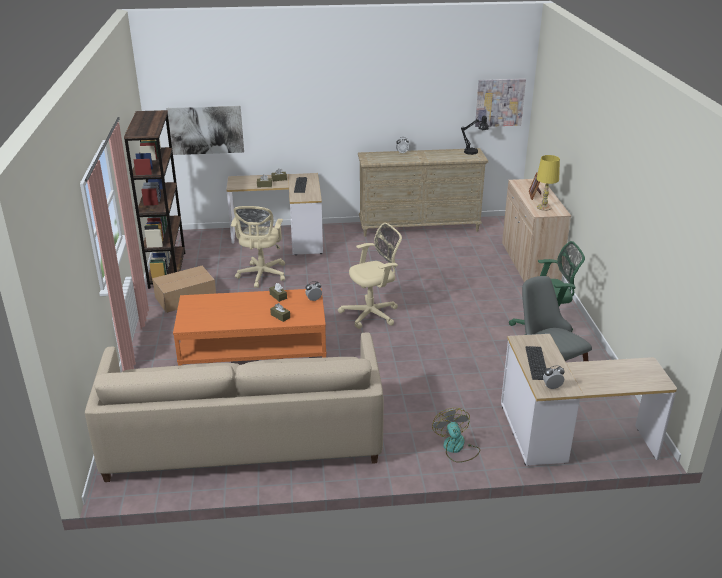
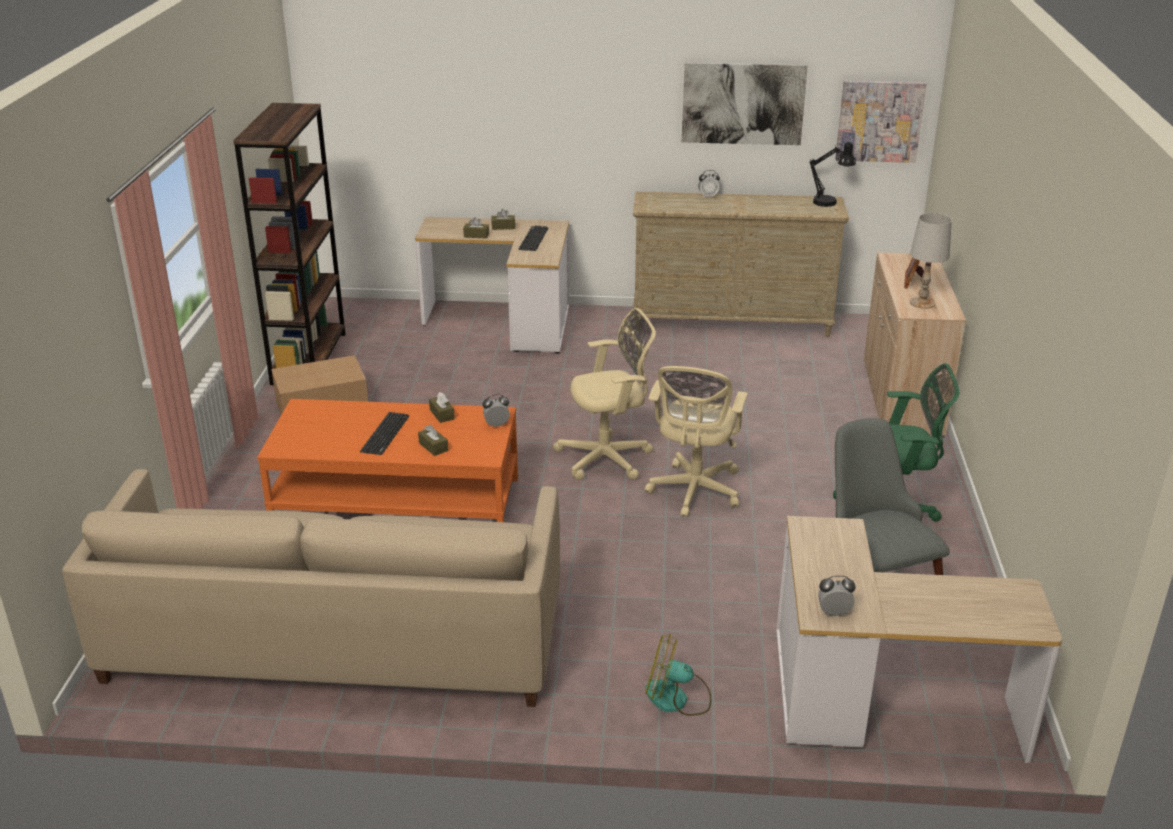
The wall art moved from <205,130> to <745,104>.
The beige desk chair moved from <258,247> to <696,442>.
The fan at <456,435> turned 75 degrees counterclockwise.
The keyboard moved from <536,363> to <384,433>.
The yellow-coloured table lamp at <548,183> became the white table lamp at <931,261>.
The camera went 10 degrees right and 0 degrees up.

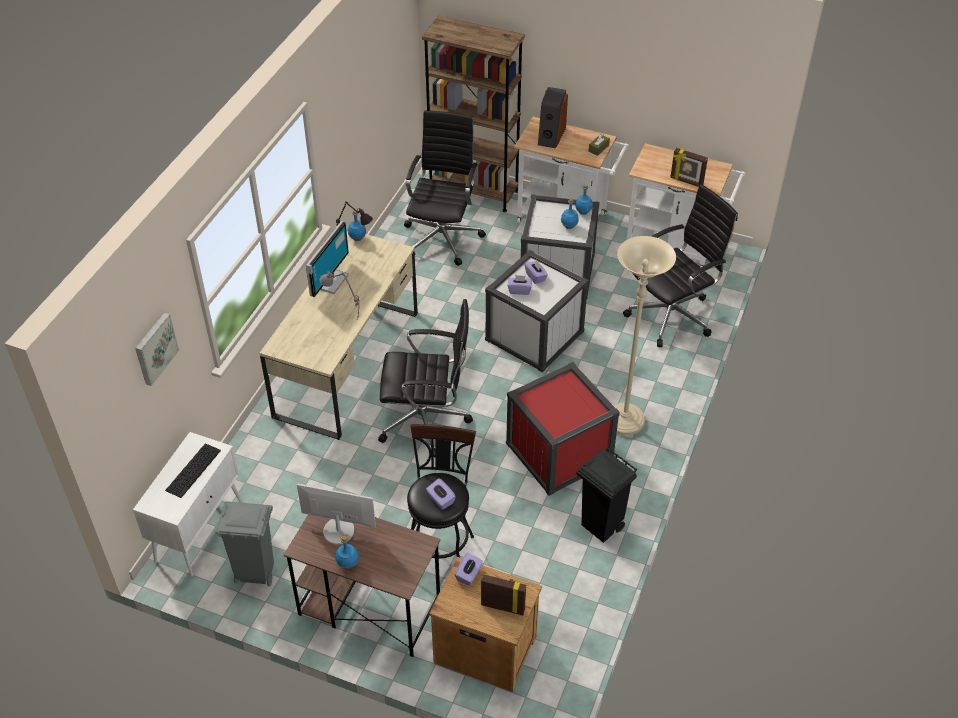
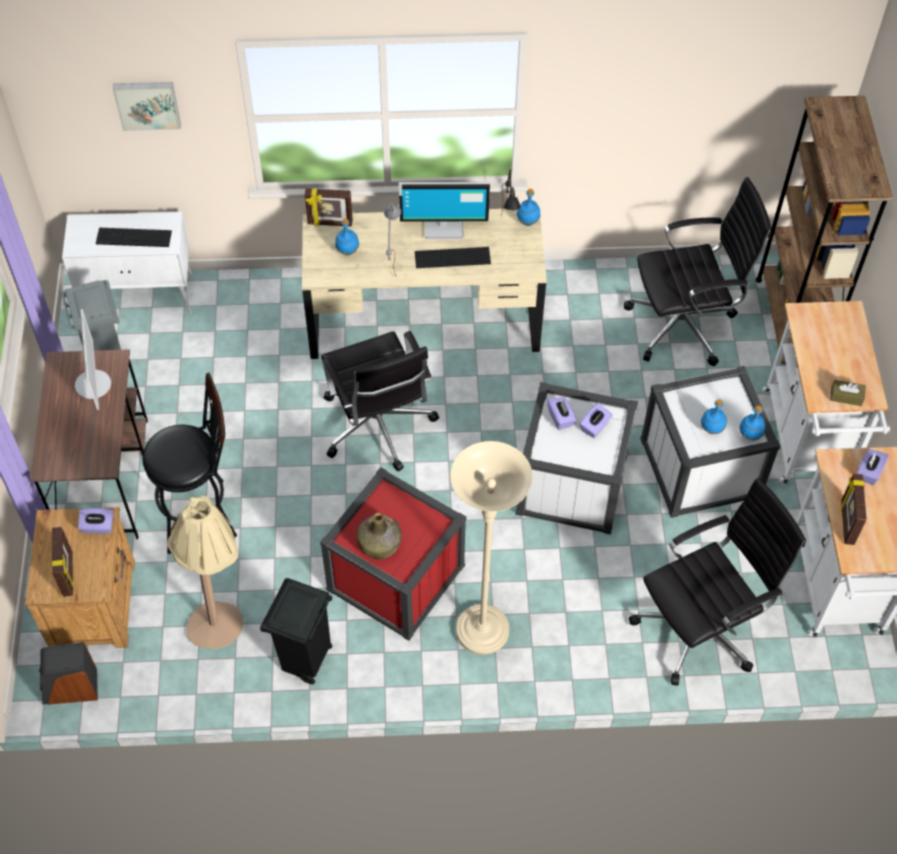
The bluish bottle moved from <347,552> to <347,236>.
The purple-coloured box of tissues moved from <441,494> to <873,467>.
The speaker moved from <553,117> to <68,673>.
The blackish desk chair at <680,265> turned 60 degrees counterclockwise.
The beige standing lamp at <205,572> appeared.
The picture frame at <329,207> appeared.
The greenish bottle at <379,536> appeared.
The keyboard at <453,257> appeared.
The camera went 65 degrees right and 10 degrees up.

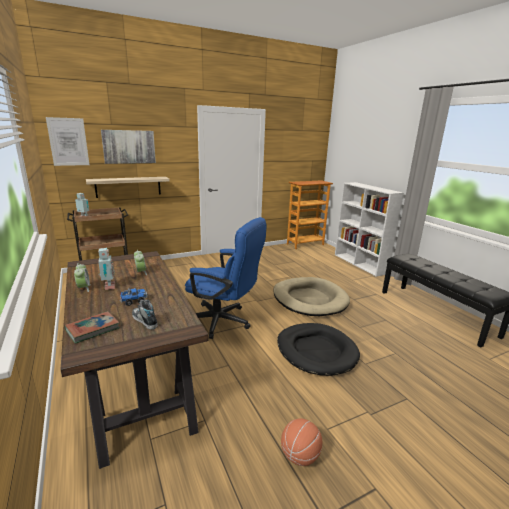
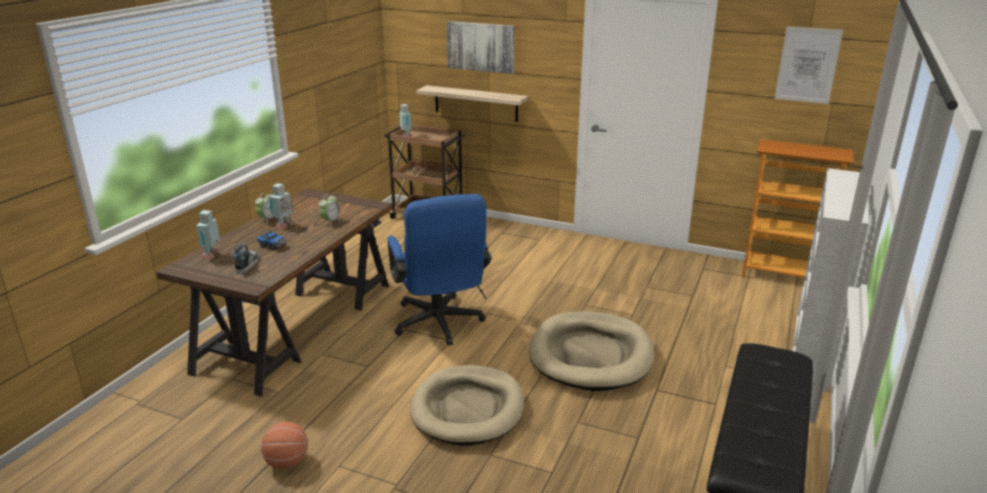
The wall art moved from <67,141> to <809,65>.
The bound book at <92,327> was replaced by the robot figure at <208,234>.
The blackish dog bed at <318,349> became the beige dog bed at <467,405>.
The camera went 50 degrees right and 5 degrees up.

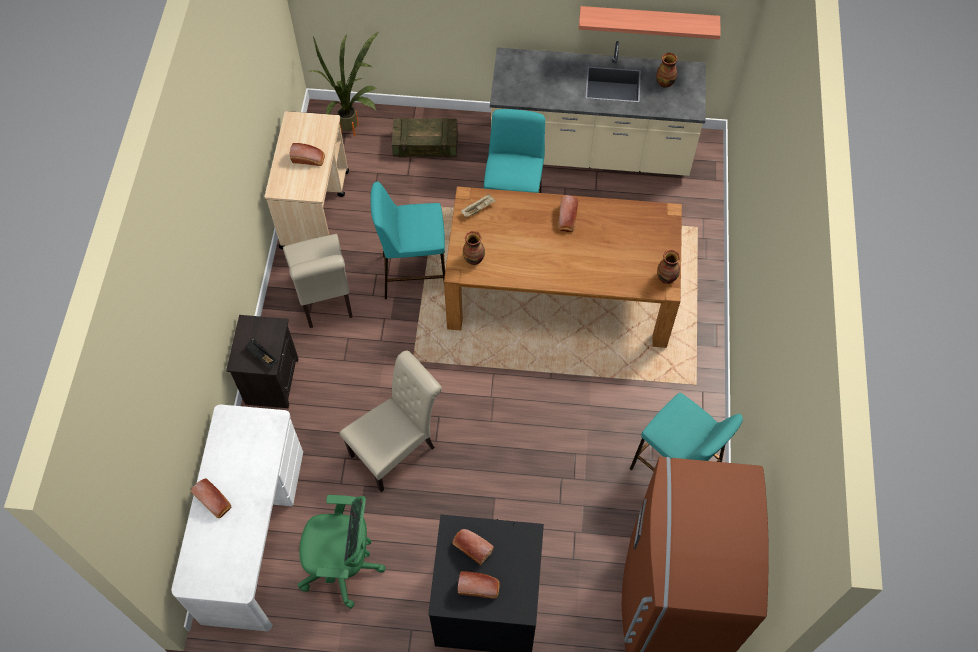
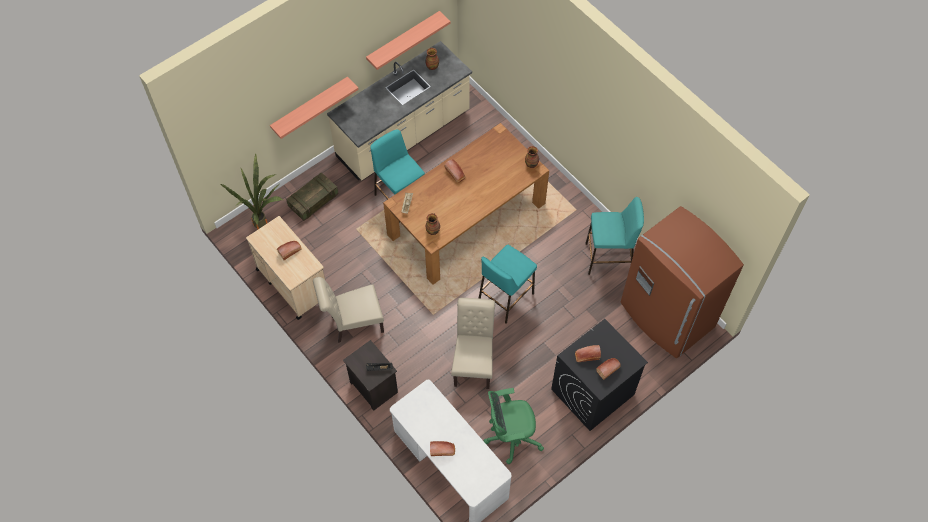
The beige plain chair at <318,281> turned 135 degrees clockwise.
The greenish desk chair at <341,552> turned 150 degrees counterclockwise.
The blue-green stool seat moved from <407,240> to <507,284>.
The bracket shelf at <314,107> appeared.
The camera went 45 degrees left and 0 degrees up.

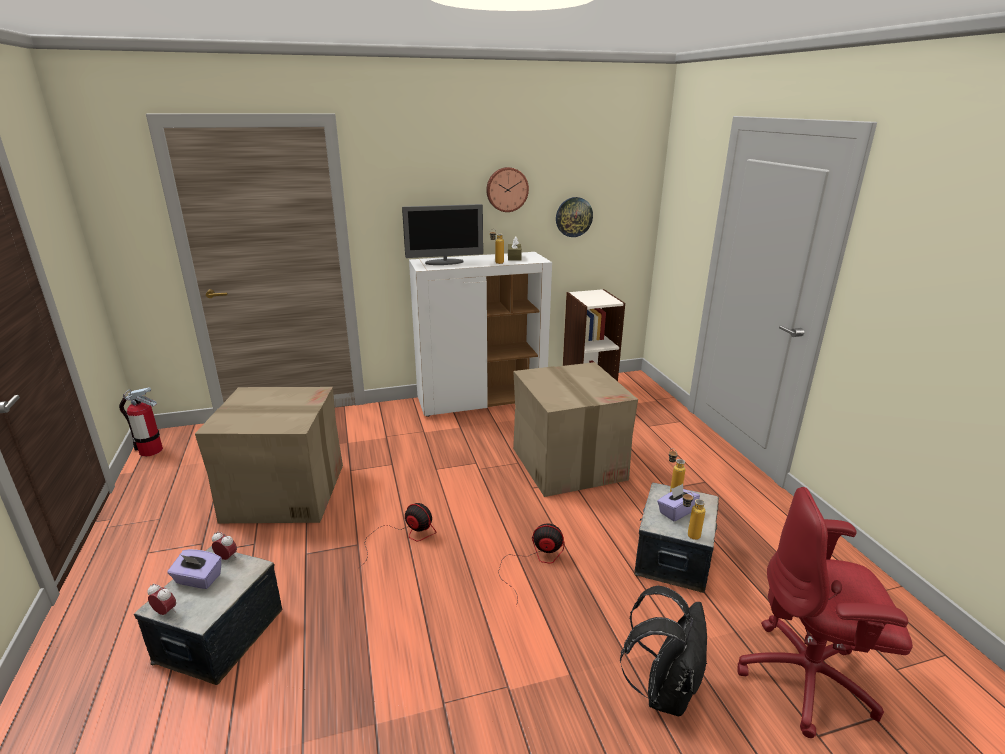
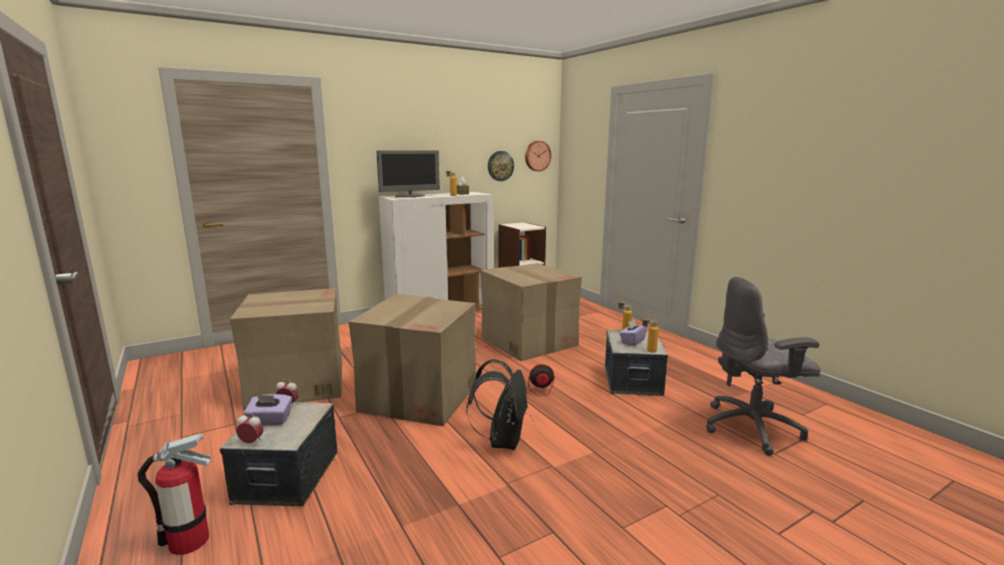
The fire-fighting cylinder moved from <141,422> to <174,494>.
The fan at <397,535> was replaced by the cardboard box at <412,360>.
The hanging clock moved from <507,189> to <538,156>.
The blackish knapsack moved from <663,651> to <497,405>.
The red desk chair at <825,612> became the gray desk chair at <763,366>.
The camera went 15 degrees left and 10 degrees down.

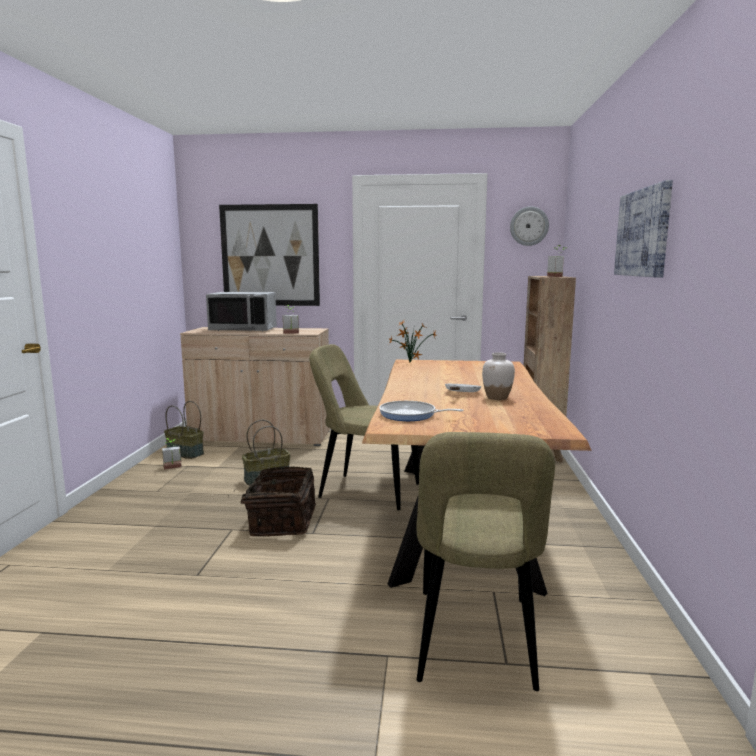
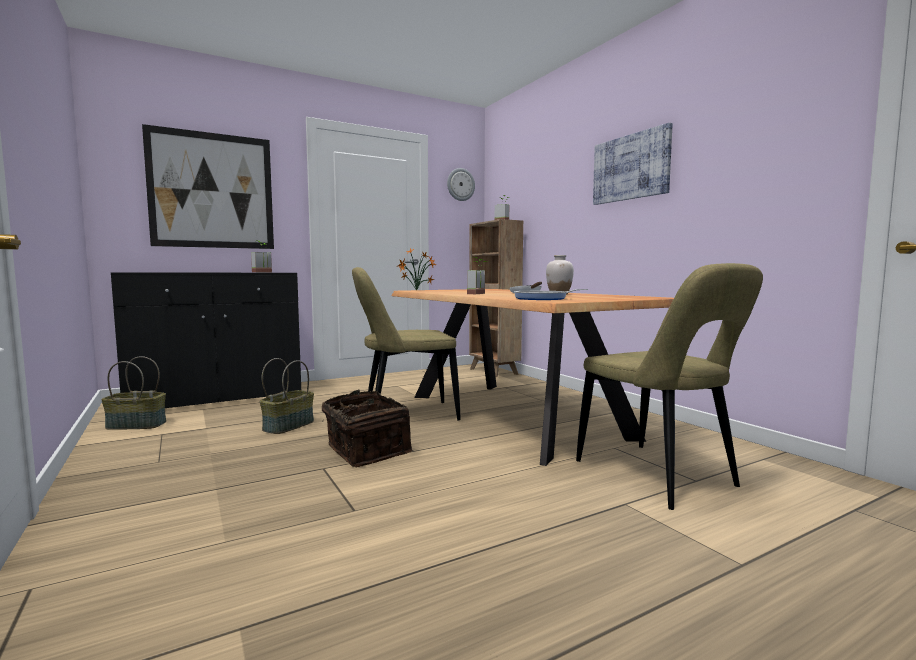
The plant in a pot moved from <172,454> to <476,275>.
The beige cupboard at <255,386> became the blackish cupboard at <206,340>.
The gray kitchen microwave at <241,311> disappeared.
The camera went 35 degrees left and 5 degrees down.

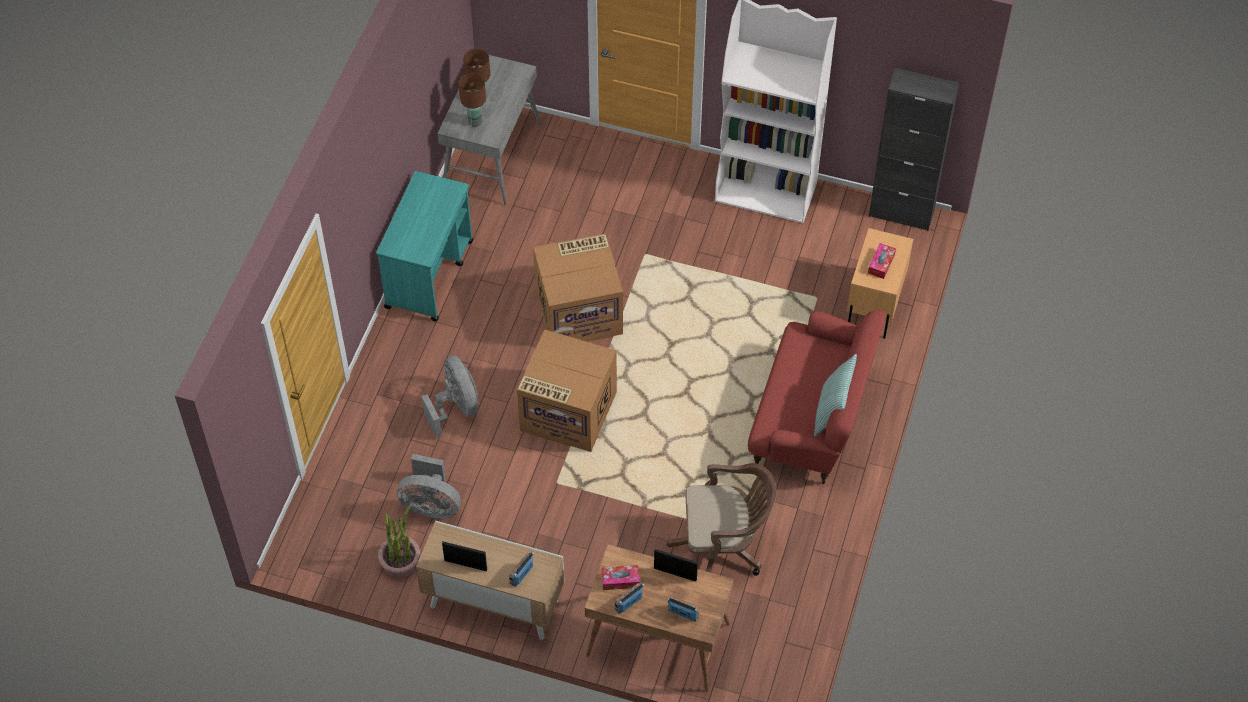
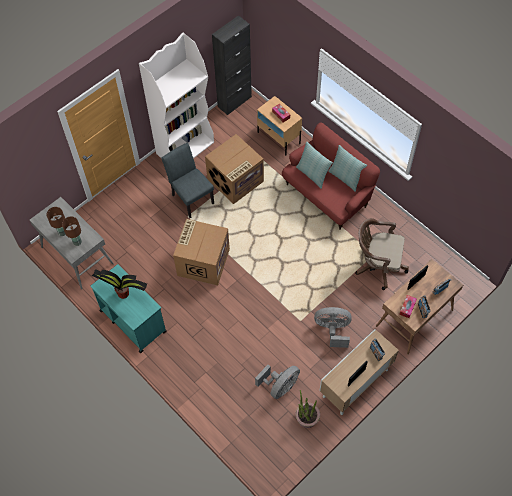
The gray fan moved from <450,397> to <333,327>.
The cardboard box moved from <567,390> to <234,169>.
The brown-coloured desk chair at <721,519> turned 105 degrees counterclockwise.
The plant in a pot at <119,284> appeared.
The gray plain chair at <188,180> appeared.
The pillow at <314,165> appeared.
The camera went 60 degrees left and 5 degrees up.

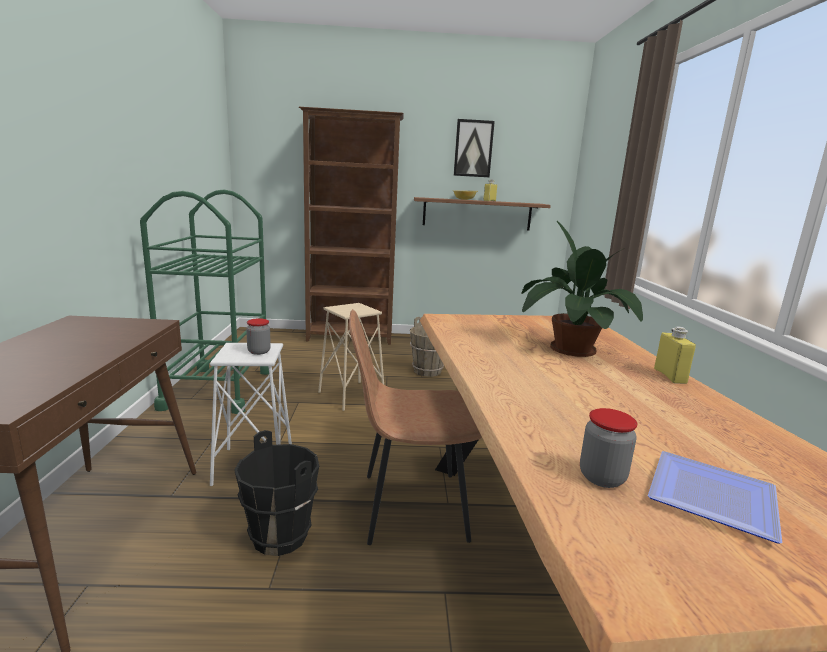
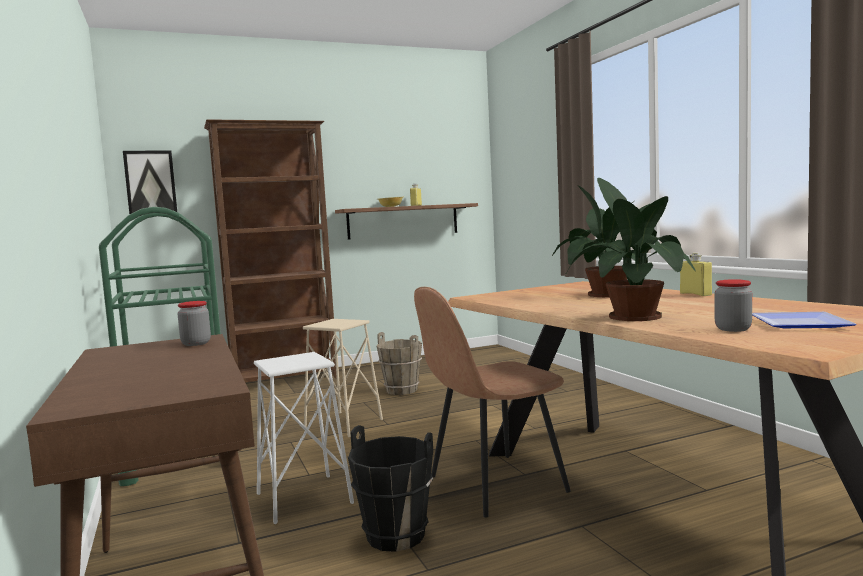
The jar moved from <258,336> to <194,323>.
The wall art moved from <474,148> to <150,183>.
The plant in a pot at <630,249> appeared.
The camera went 20 degrees left and 10 degrees down.

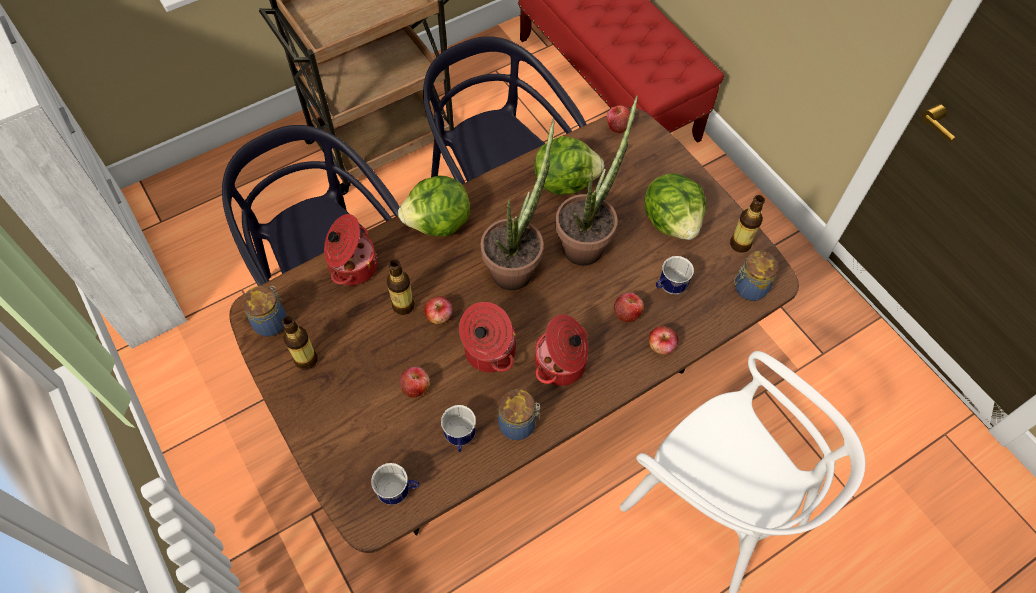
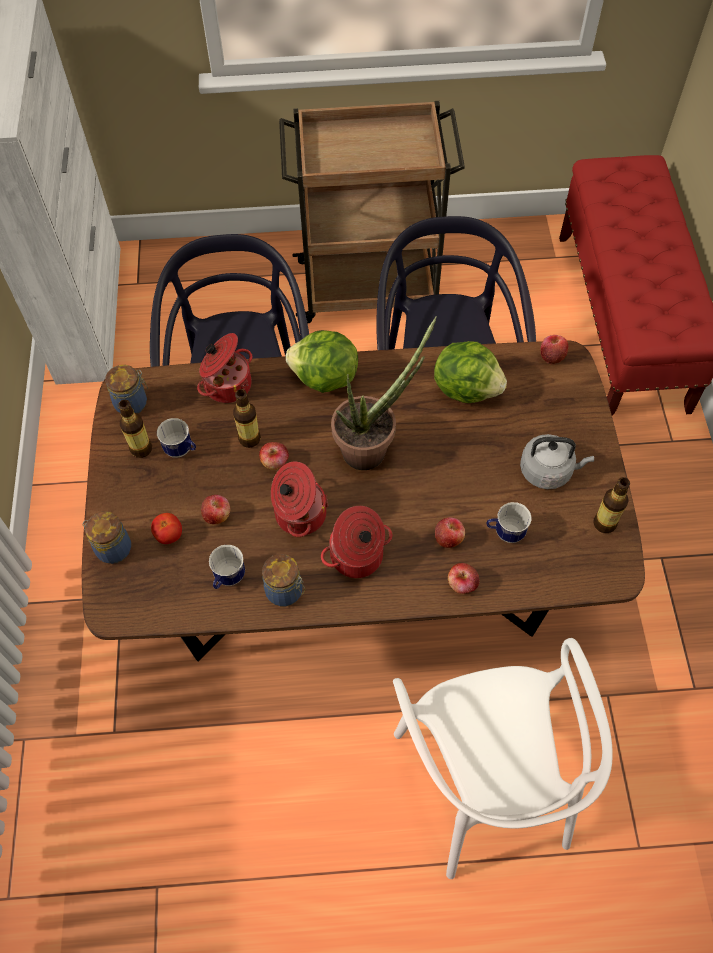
The tea mug moved from <395,484> to <176,438>.
The plant in a pot at <596,180> disappeared.
The head of lettuce at <675,206> was replaced by the gray tea kettle at <557,461>.
The jar moved from <756,276> to <106,537>.
The fresh tomato at <166,528> appeared.
The camera went 30 degrees right and 0 degrees up.

